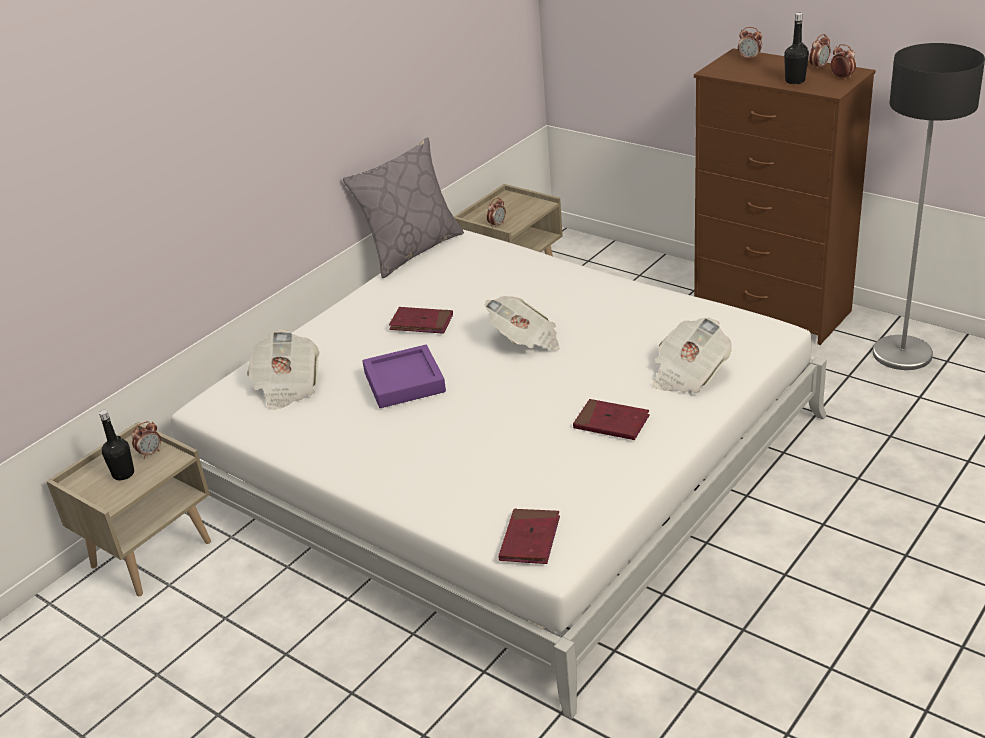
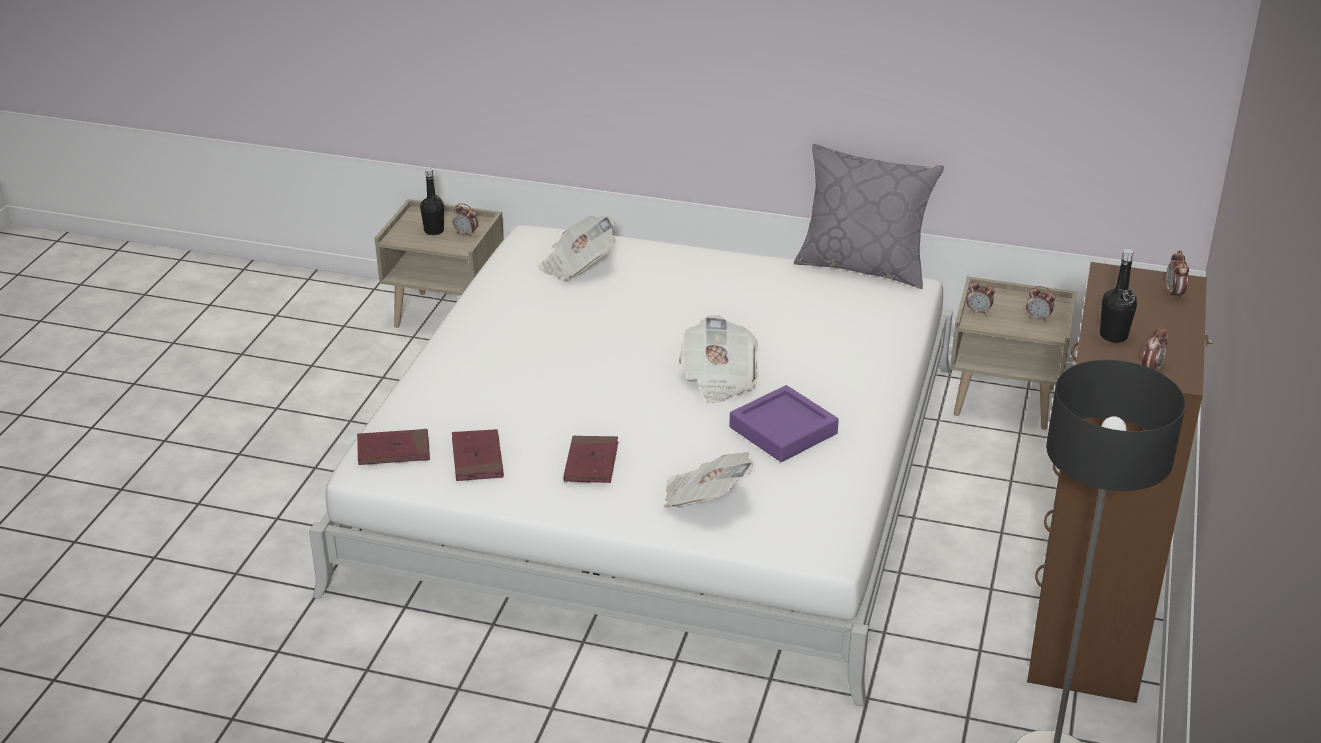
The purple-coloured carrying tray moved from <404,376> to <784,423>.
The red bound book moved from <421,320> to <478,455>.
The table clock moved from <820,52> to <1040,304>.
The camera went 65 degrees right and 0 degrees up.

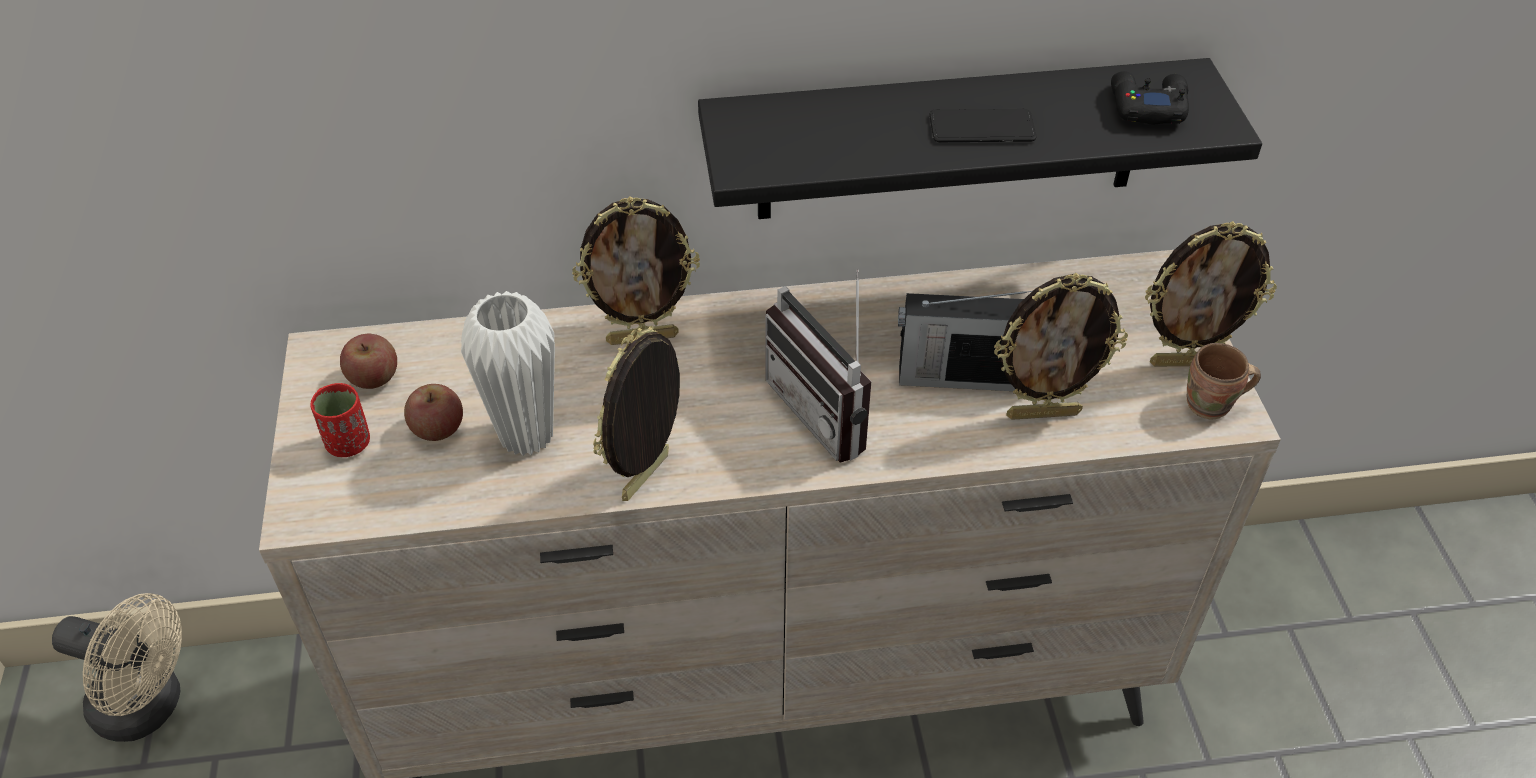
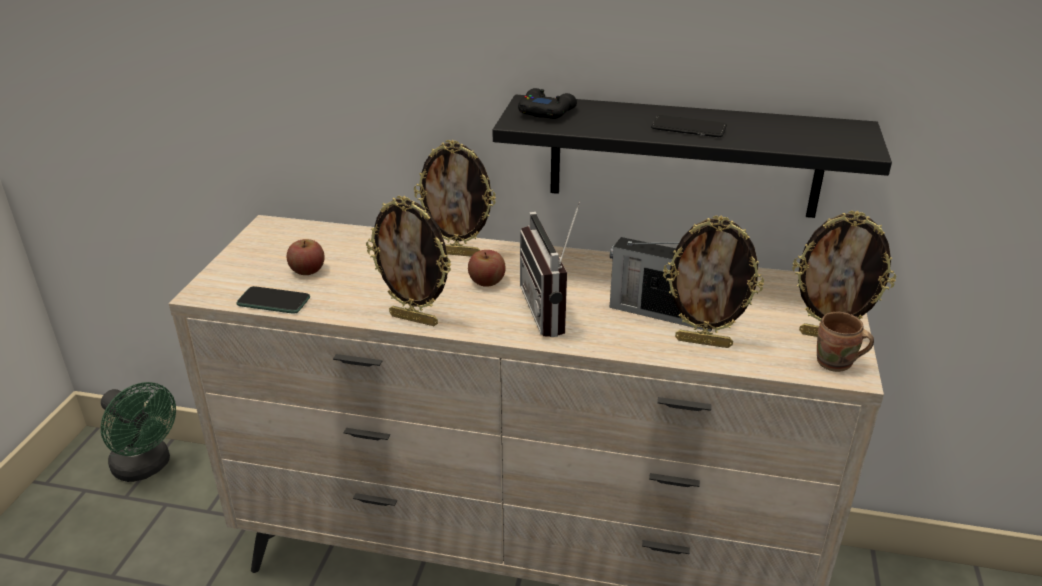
The beige fan at <117,667> became the greenish fan at <138,432>.
The red small cup at <340,420> disappeared.
The apple moved from <368,361> to <487,268>.
The white flower vase at <508,373> disappeared.
The picture frame at <636,413> turned 120 degrees counterclockwise.
The blackish joypad moved from <1150,97> to <547,103>.
The phone at <273,300> appeared.
The camera went 20 degrees right and 15 degrees down.

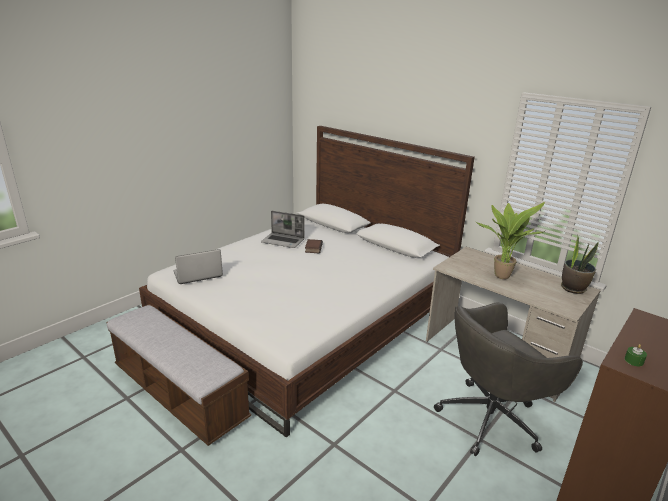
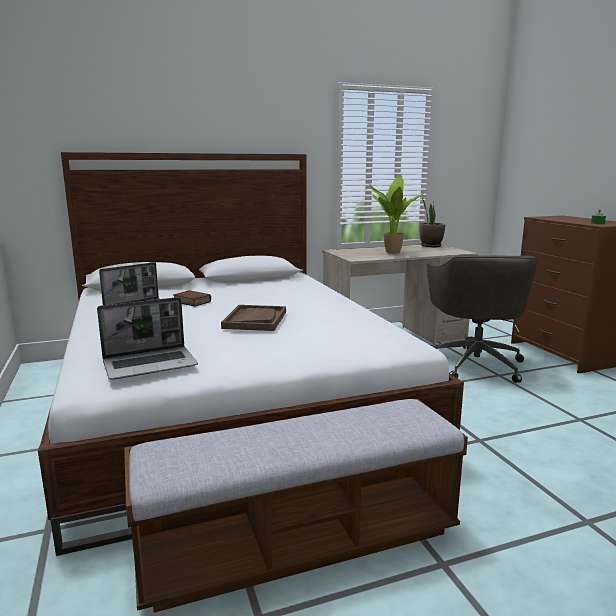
The laptop at <198,266> turned 120 degrees counterclockwise.
The brown-coloured carrying tray at <253,318> appeared.
The camera went 60 degrees left and 10 degrees down.

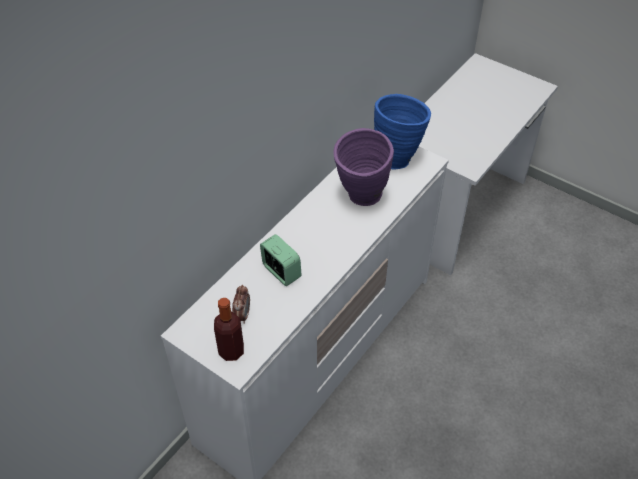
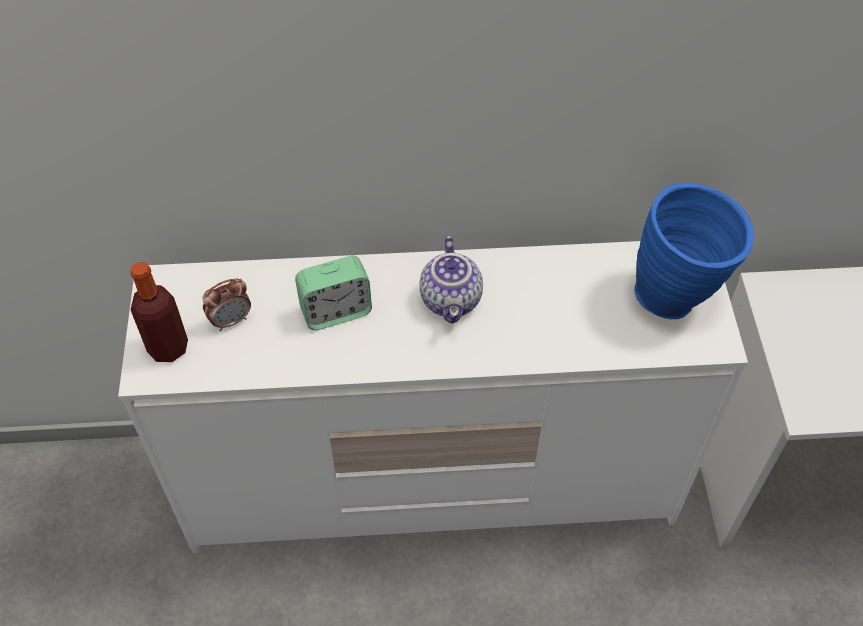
The table clock at <281,260> turned 60 degrees clockwise.
The purple-coloured flower vase at <364,167> disappeared.
The teapot at <451,279> appeared.
The camera went 50 degrees right and 5 degrees up.

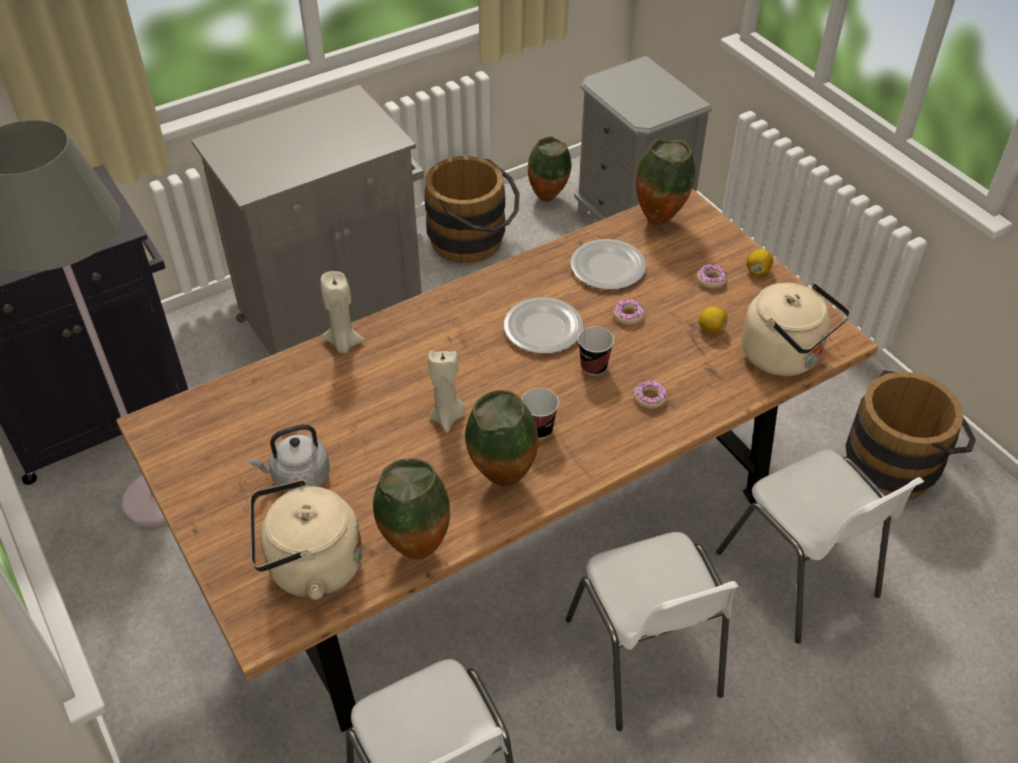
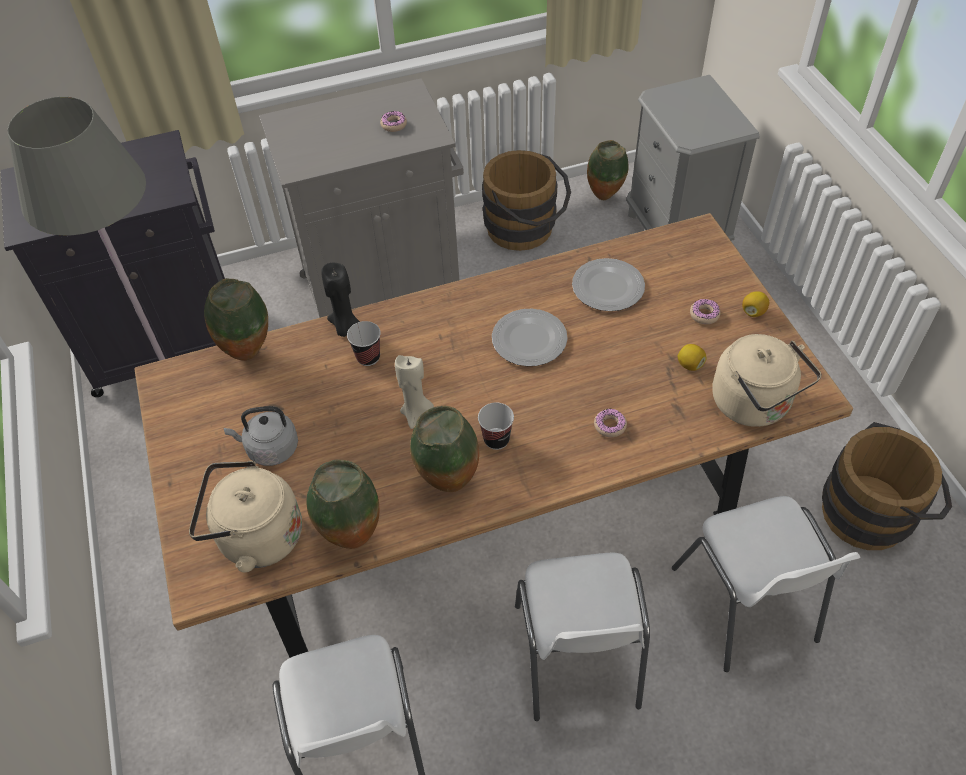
The beige wax candle at <342,312> became the blackish wax candle at <340,300>.
The small cup moved from <596,351> to <364,343>.
The ring doughnut moved from <629,312> to <393,121>.
The flower vase moved from <665,182> to <236,319>.
The camera went 15 degrees right and 5 degrees up.

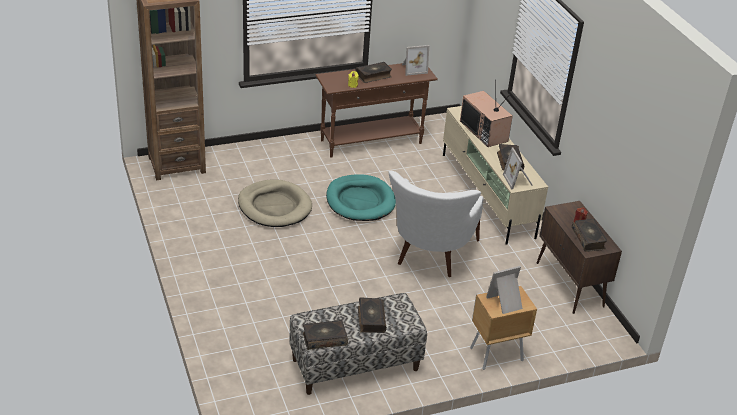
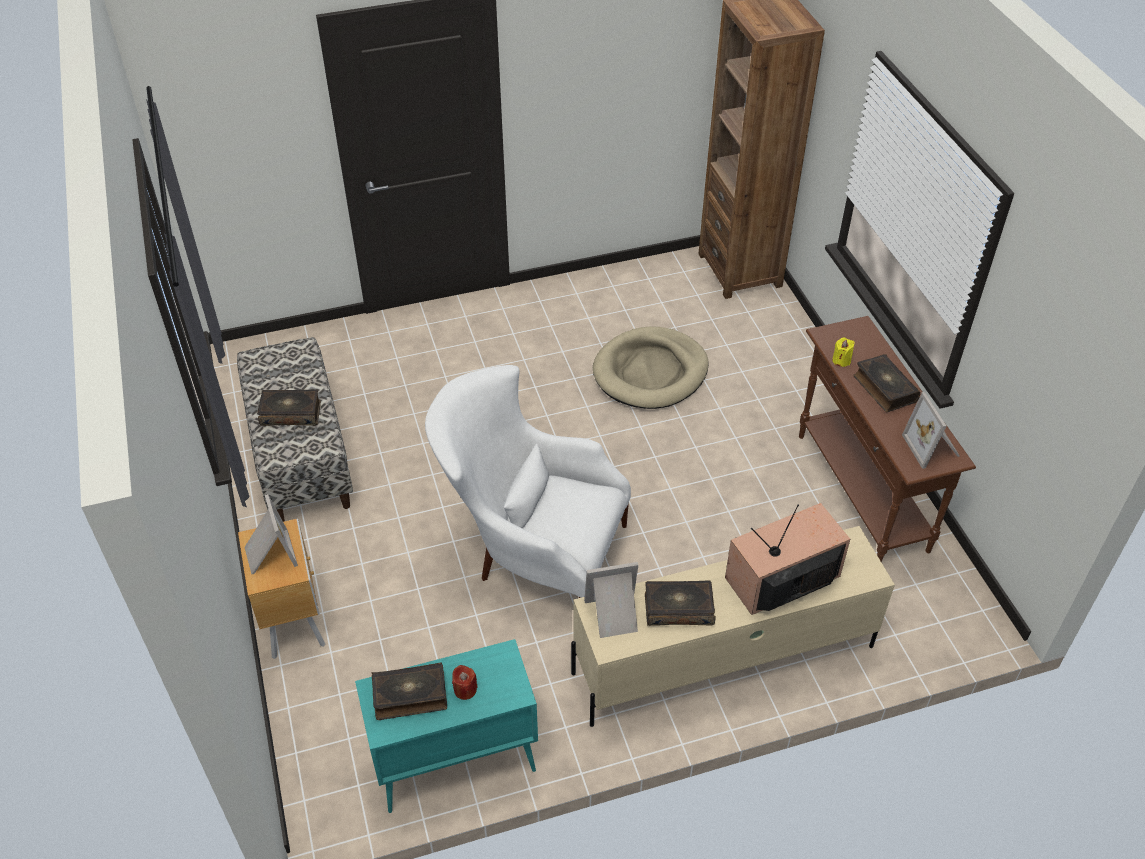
The bound book at <325,335> disappeared.
The blue-green dog bed at <361,197> disappeared.
The brown-coloured cupboard at <579,257> became the blue-green cupboard at <446,726>.
The camera went 95 degrees right and 10 degrees up.

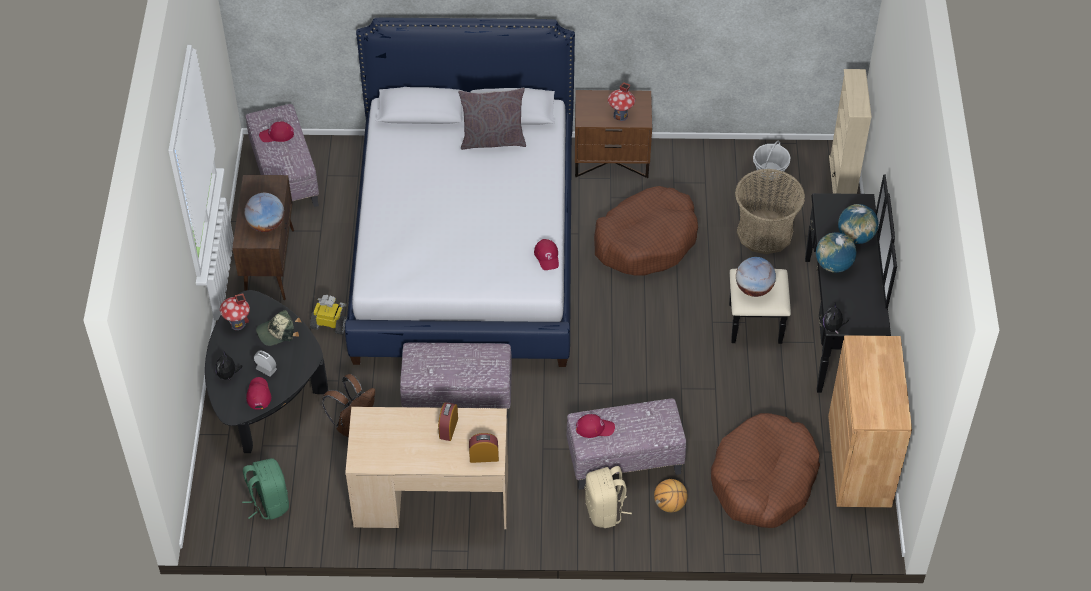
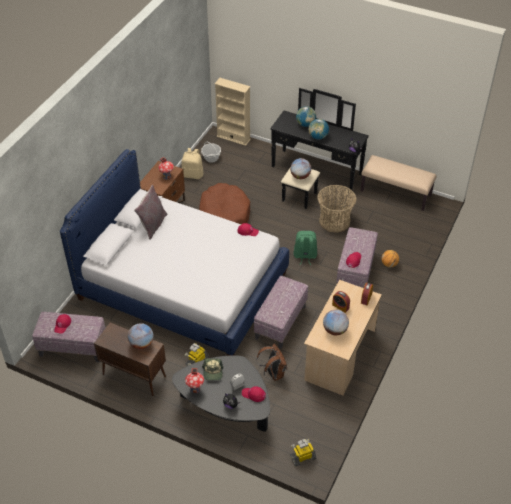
The greenish knapsack moved from <265,489> to <305,248>.
The beige knapsack moved from <608,497> to <192,163>.
The brown-coloured dog bed at <765,470> disappeared.
The basket moved from <770,211> to <337,209>.
The brown-coloured cupboard at <870,421> was replaced by the beige long seat at <398,183>.
The robot figure at <303,453> appeared.
The desk globe at <336,322> appeared.
The camera went 65 degrees left and 5 degrees down.

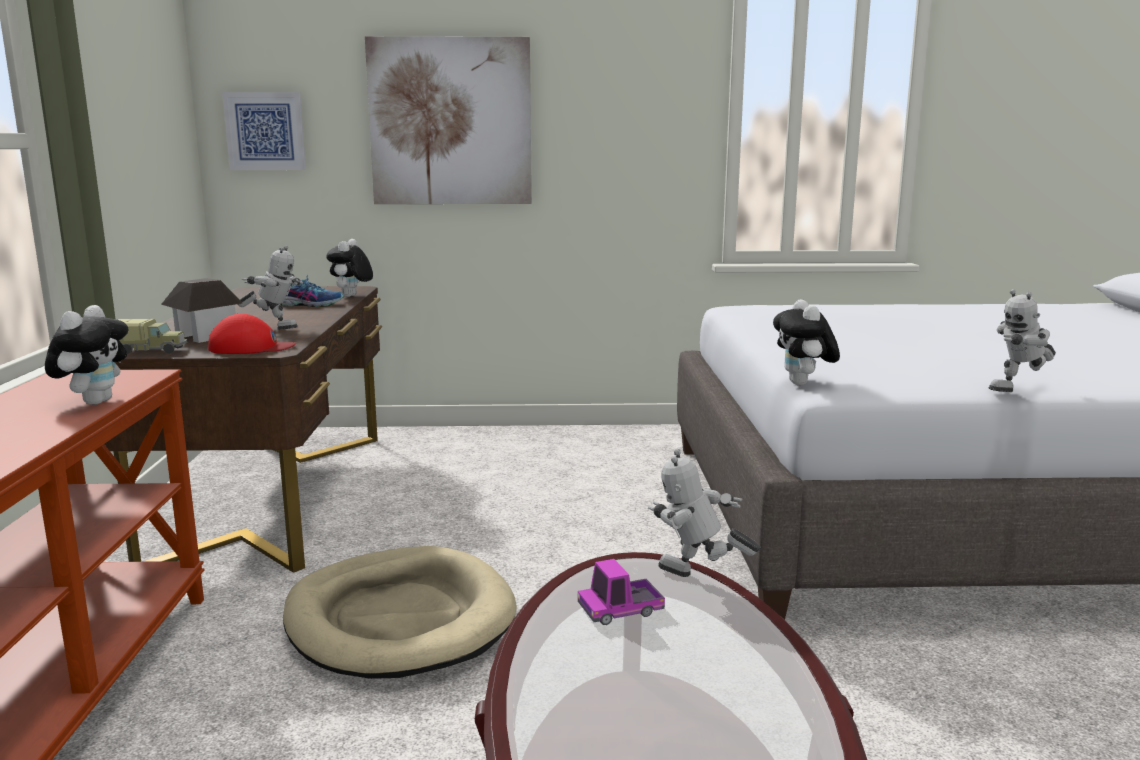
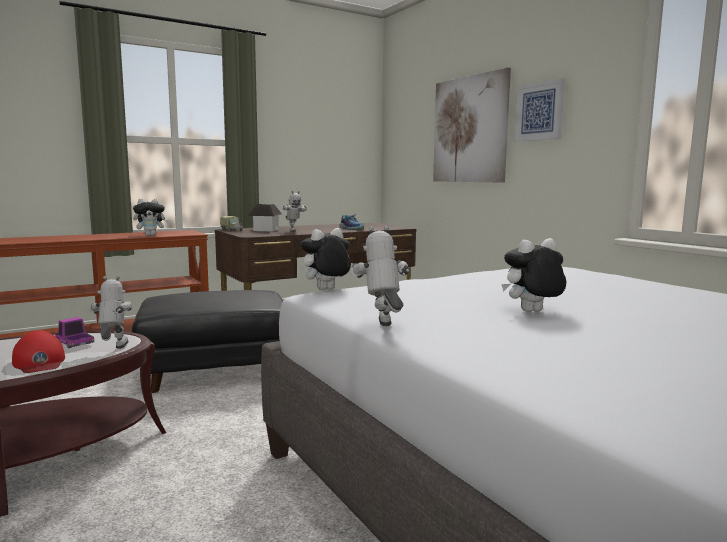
The red baseball cap moved from <252,334> to <38,351>.
The wall art moved from <264,131> to <539,110>.
The beige dog bed at <400,612> was replaced by the blackish pouffe at <207,341>.
The cuddly toy moved from <349,268> to <534,275>.
The robot figure at <1022,340> turned 45 degrees clockwise.
The camera went 60 degrees right and 5 degrees down.

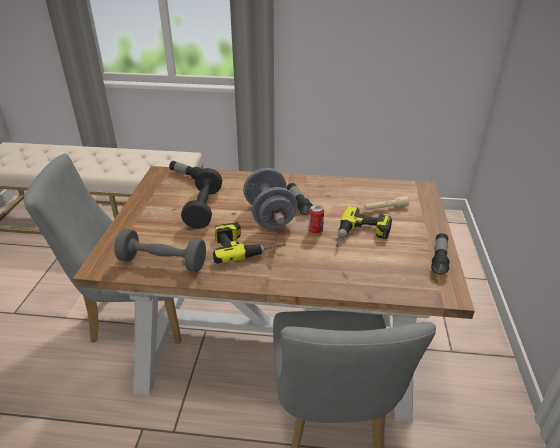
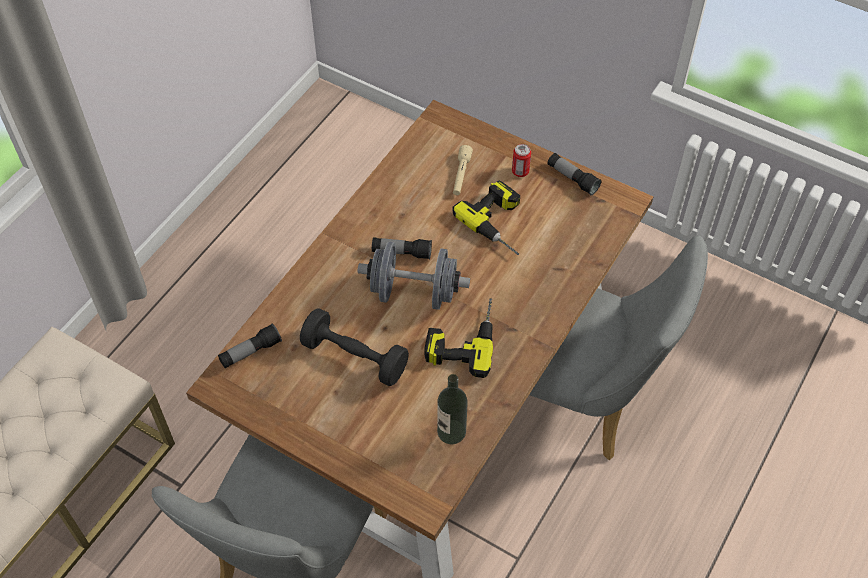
The gray free weight at <160,250> was replaced by the bottle at <452,409>.
The can moved from <316,219> to <521,160>.
The camera went 65 degrees left and 20 degrees up.

